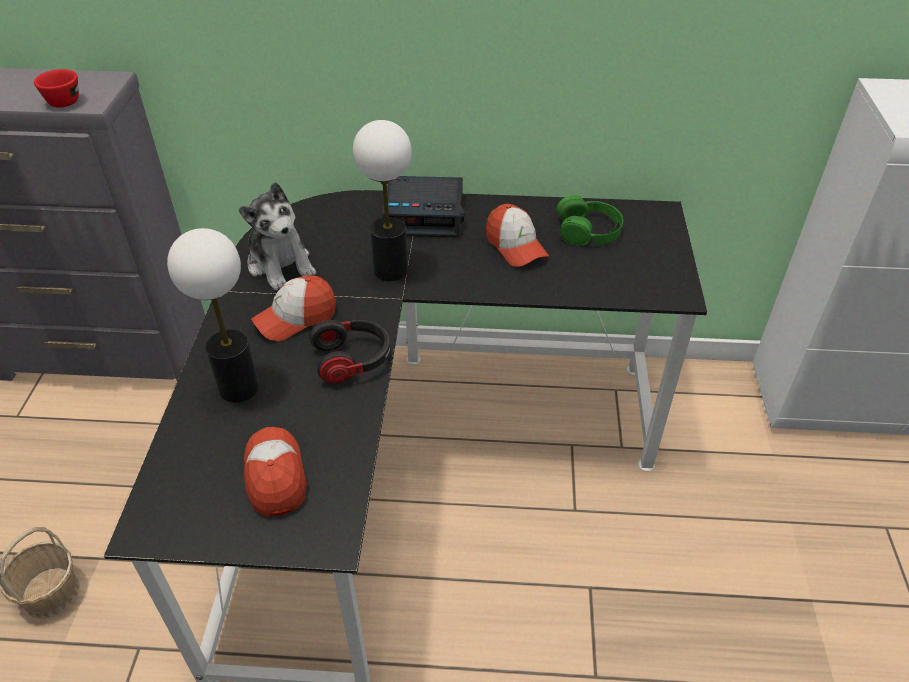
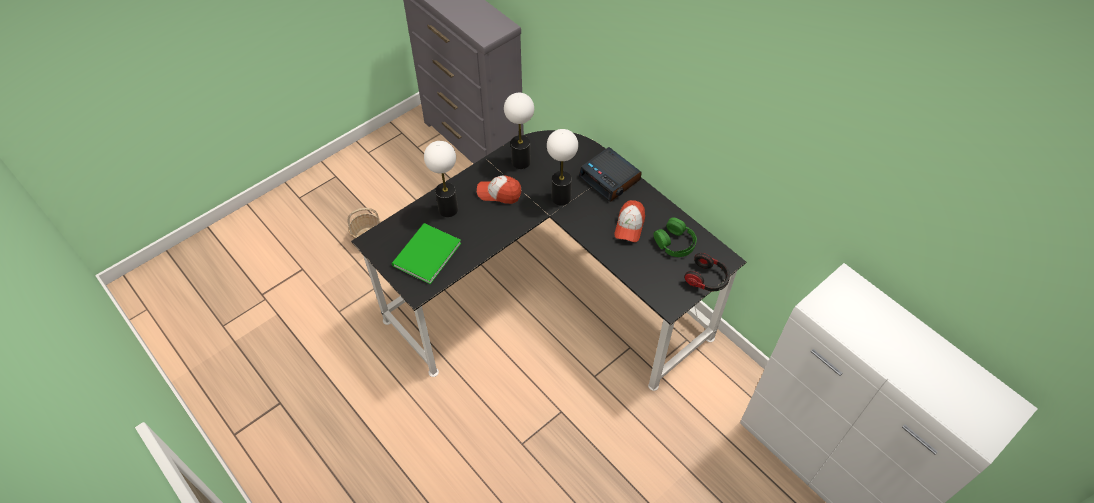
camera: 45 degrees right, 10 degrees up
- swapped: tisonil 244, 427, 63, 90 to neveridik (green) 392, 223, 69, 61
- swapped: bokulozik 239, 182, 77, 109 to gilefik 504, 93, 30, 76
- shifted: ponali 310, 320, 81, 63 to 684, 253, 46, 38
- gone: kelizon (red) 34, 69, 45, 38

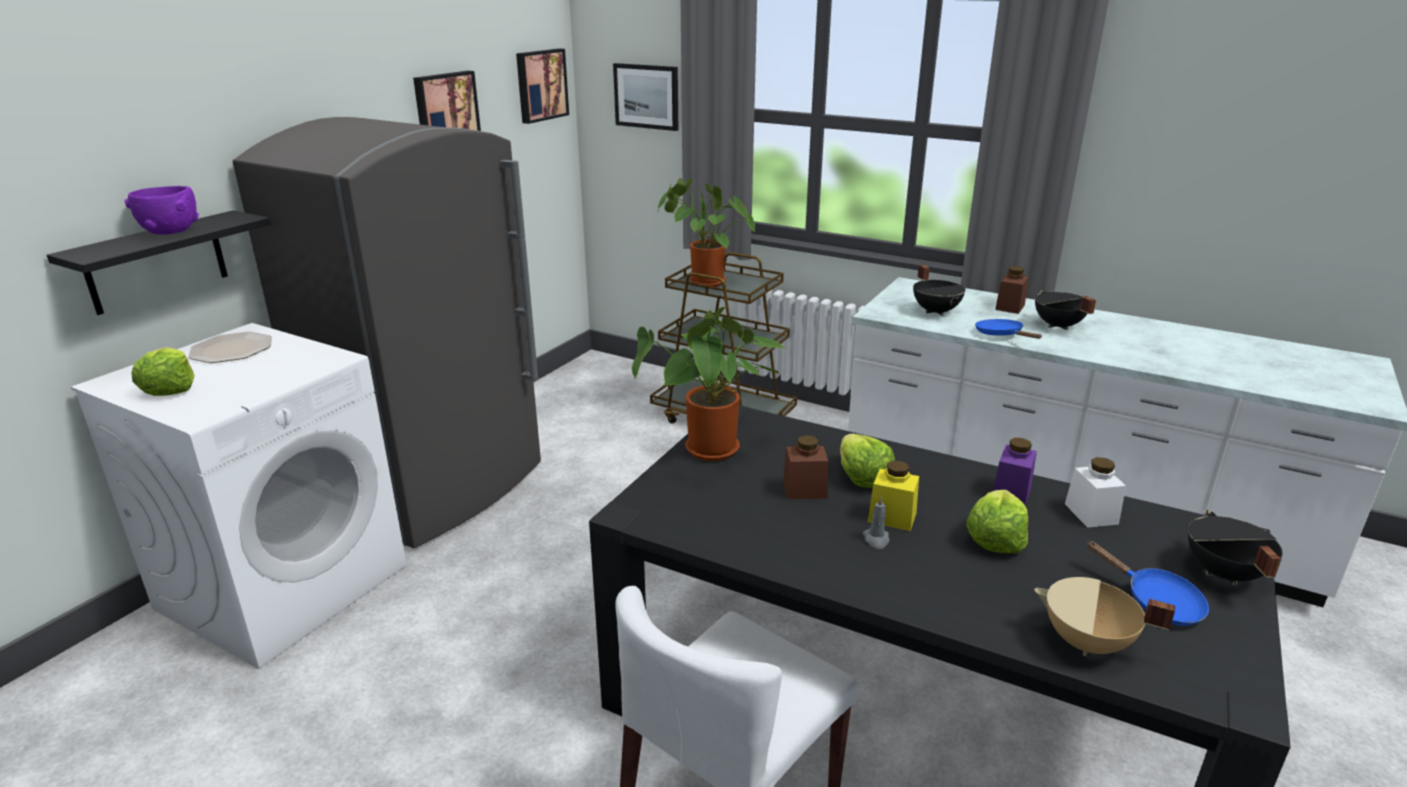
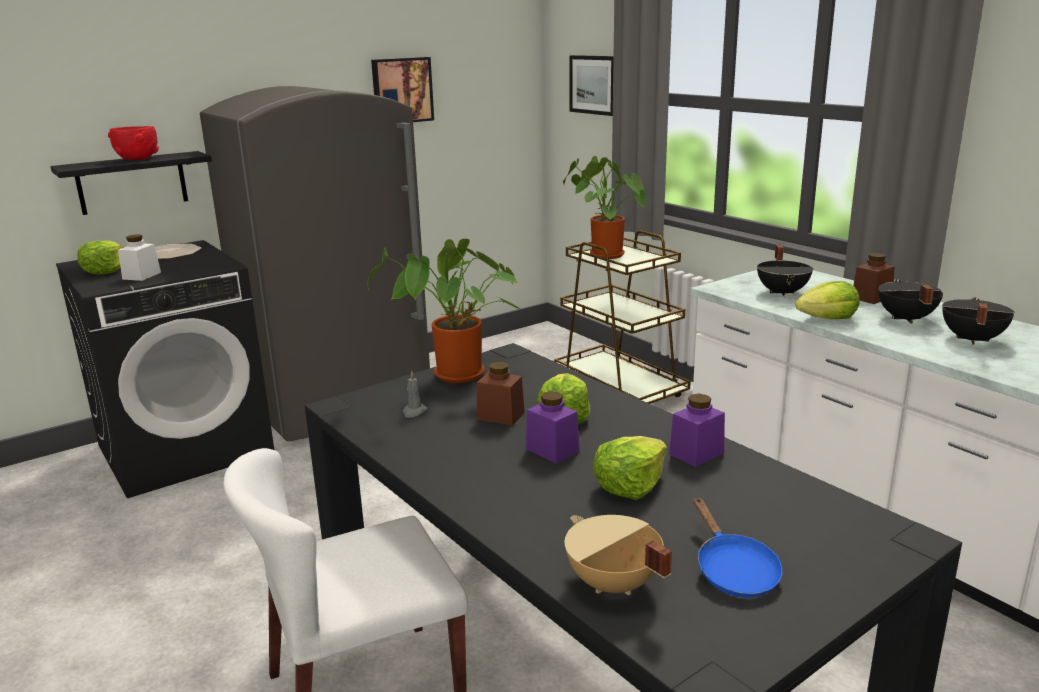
camera: 25 degrees right, 5 degrees down
- repainted: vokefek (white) 71, 323, 336, 346 to vokefek (black) 56, 240, 218, 258
- repainted: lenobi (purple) 125, 186, 74, 49 to lenobi (red) 108, 126, 51, 34
- shifted: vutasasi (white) 1065, 457, 61, 71 to 118, 234, 43, 47
- shifted: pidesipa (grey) 863, 496, 26, 53 to 403, 371, 24, 47
- repainted: vutasasi (yellow) 868, 461, 51, 70 to vutasasi (purple) 526, 391, 54, 72
- swapped: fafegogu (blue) 975, 319, 67, 20 to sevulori 795, 281, 64, 38
- shifted: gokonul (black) 1188, 510, 95, 76 to 942, 297, 73, 48
- gone: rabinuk 516, 48, 53, 76

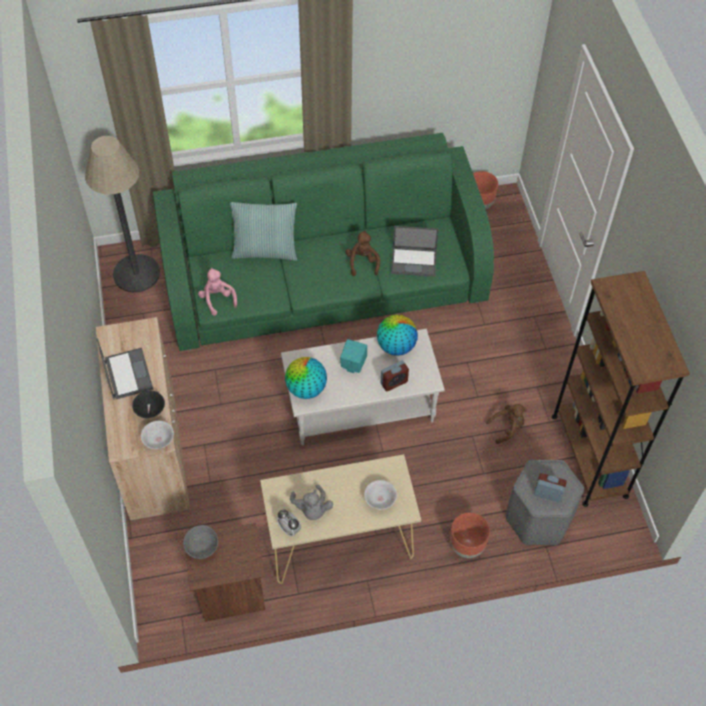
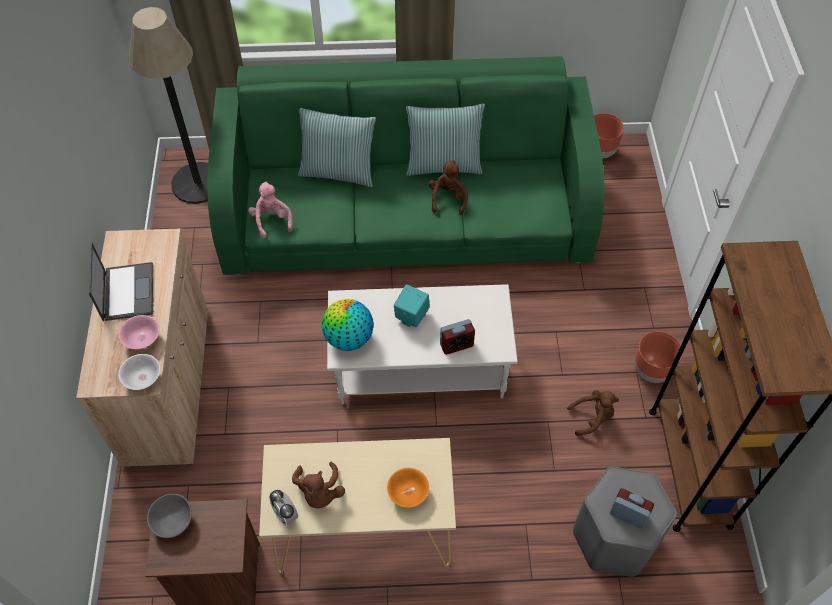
camera: 10 degrees right, 0 degrees up
- repainted: lenobi (black) 132, 391, 33, 27 to lenobi (pink) 119, 315, 41, 34
- repainted: bokulozik (grey) 290, 484, 43, 36 to bokulozik (brown) 292, 462, 53, 46
- repainted: lenobi (white) 364, 480, 33, 30 to lenobi (orange) 387, 468, 42, 40
- new: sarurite 406, 103, 79, 73
- shifted: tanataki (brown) 450, 513, 40, 45 to 634, 331, 48, 52
- gone: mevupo 377, 315, 41, 41
- gone: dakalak 391, 226, 48, 51

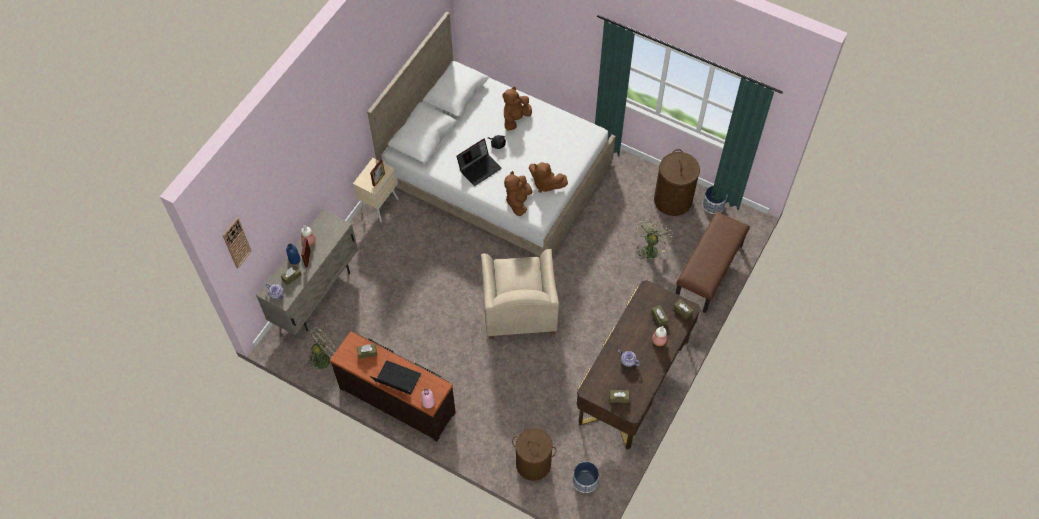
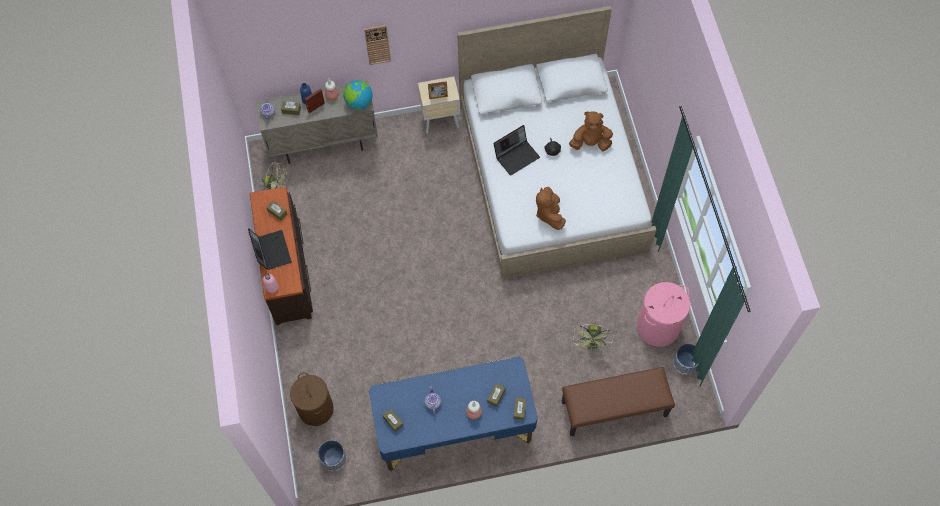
camera: 50 degrees right, 5 degrees up
- new: mevupo 343, 80, 30, 30
- shifted: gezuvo 222, 217, 29, 51 to 364, 25, 27, 40
- repainted: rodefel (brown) 577, 280, 124, 170 to rodefel (blue) 369, 357, 169, 115
- rotated: dakalak 456, 138, 46, 48 = 493, 125, 47, 51 45 degrees counterclockwise
- rotated: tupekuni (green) 636, 220, 37, 42 = 573, 323, 41, 30 120 degrees clockwise
- repainted: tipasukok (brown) 654, 149, 46, 67 to tipasukok (pink) 637, 282, 53, 65
- gone: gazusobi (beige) 481, 249, 78, 90
- gone: bokulozik (brown) 504, 171, 29, 45

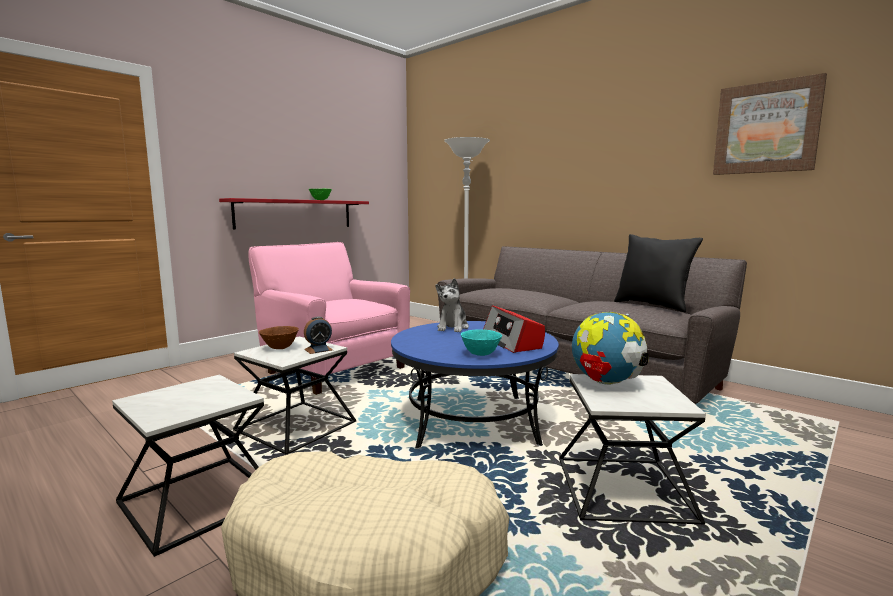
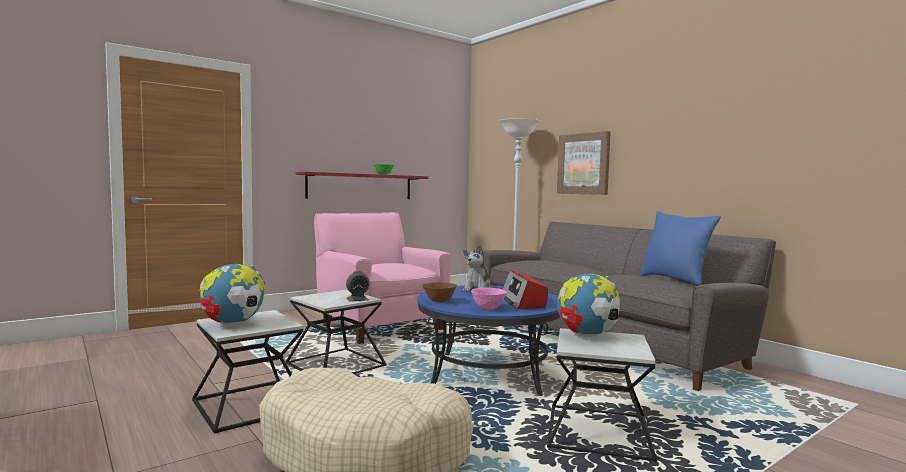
camera: 10 degrees right, 5 degrees down
- new: mevupo 199, 264, 67, 61
- shifted: lenobi (brown) 259, 326, 40, 23 to 422, 282, 35, 21
- repainted: lenobi (turquoise) 461, 330, 41, 26 to lenobi (pink) 471, 288, 36, 21
- shifted: rabinuk 713, 73, 114, 102 to 557, 131, 54, 64
- repainted: sarurite (black) 614, 234, 89, 78 to sarurite (blue) 640, 211, 81, 75

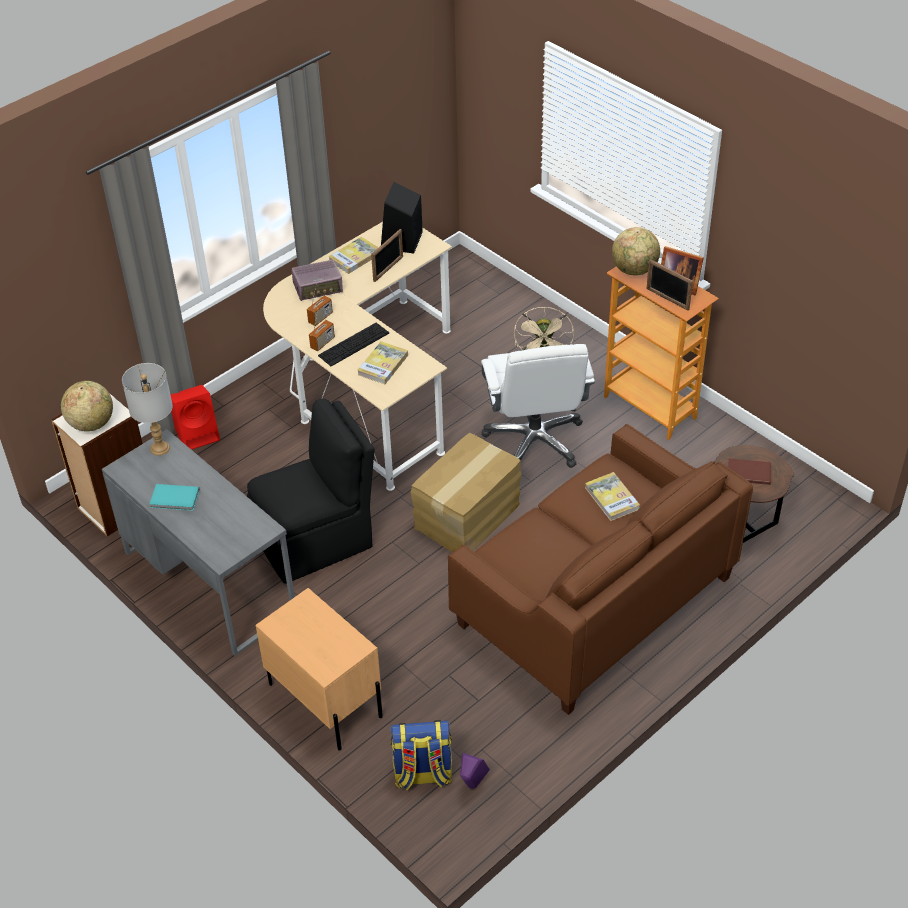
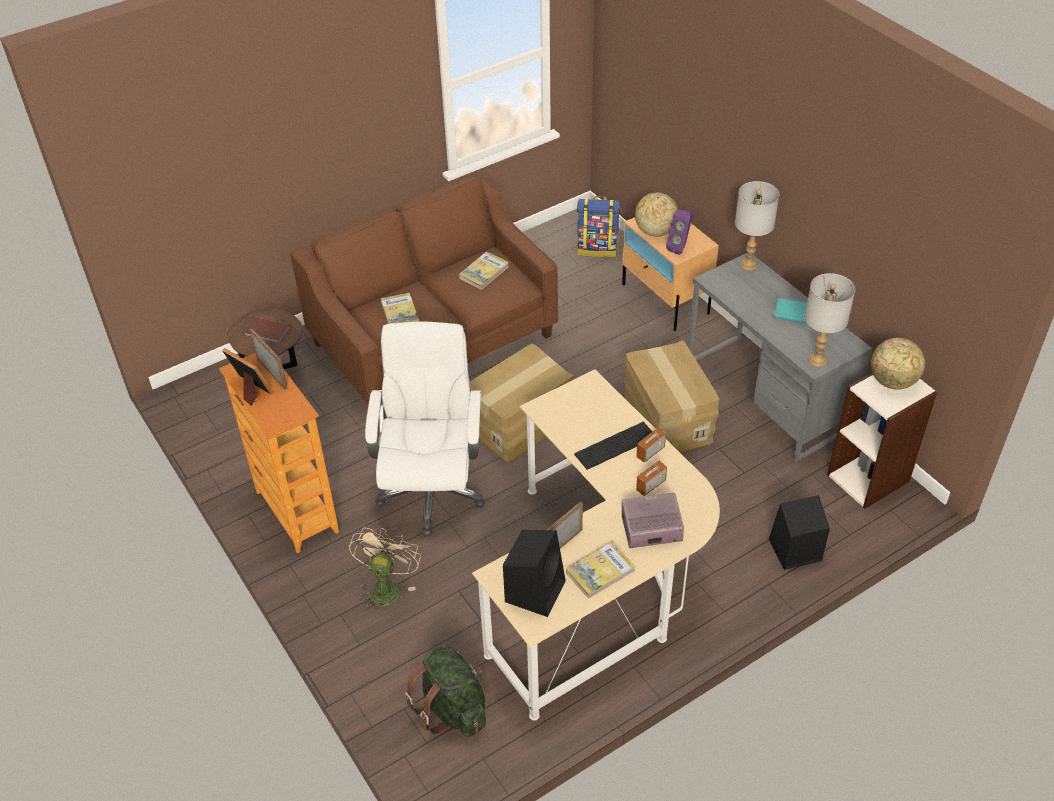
camera: 170 degrees left, 0 degrees up
- new: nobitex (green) 405, 645, 81, 92
- shifted: neveridik 357, 341, 51, 43 to 459, 252, 50, 38
- swapped: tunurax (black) 247, 398, 128, 186 to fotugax 623, 340, 96, 112
- shifted: mevupo 612, 227, 48, 49 to 635, 192, 43, 45
- shifted: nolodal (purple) 460, 753, 30, 36 to 666, 210, 27, 45
- new: gilefik (grey) 735, 181, 44, 90
- repainted: nolodal (red) 170, 385, 50, 65 to nolodal (black) 769, 495, 61, 75

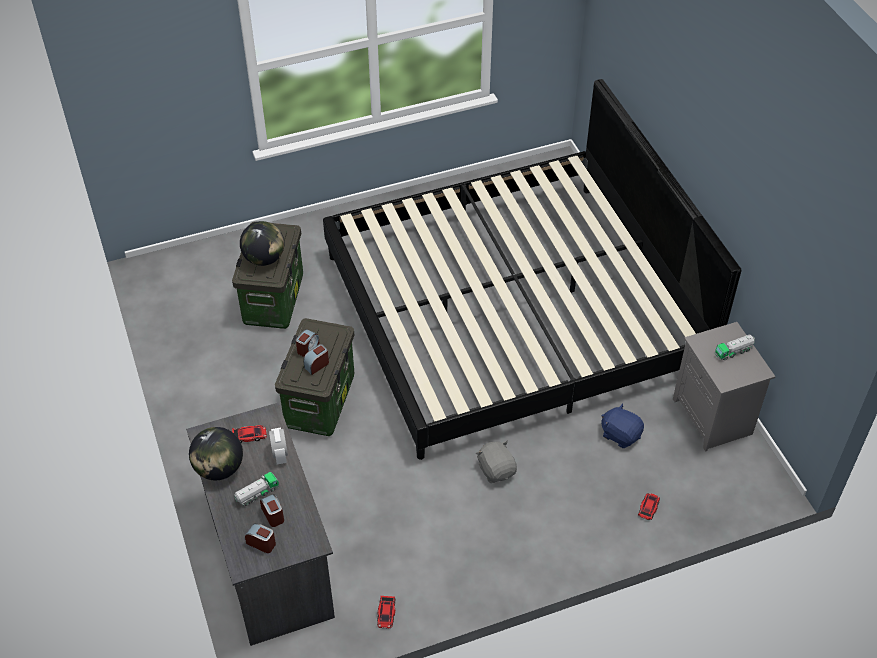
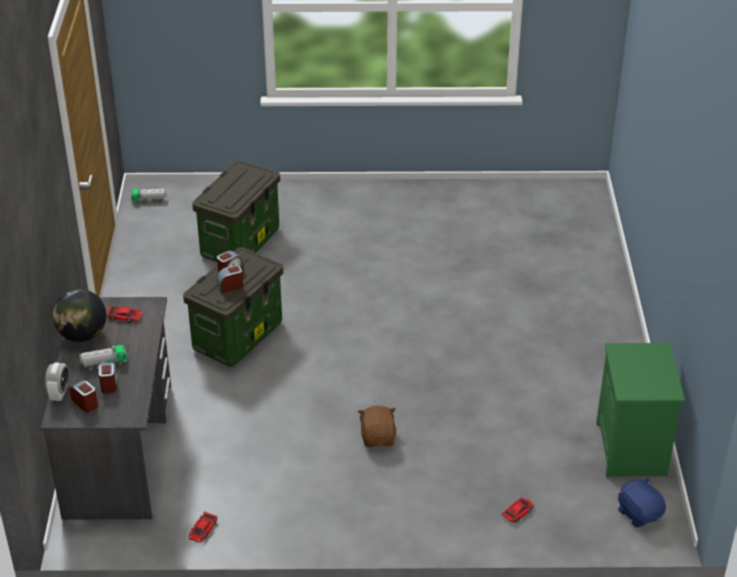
camera: 20 degrees right, 10 degrees down
- shifted: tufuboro 269, 428, 19, 36 to 45, 363, 24, 38
- shifted: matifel 715, 334, 40, 26 to 131, 189, 36, 15
- repainted: bokulozik (grey) 476, 441, 41, 42 to bokulozik (brown) 358, 405, 38, 42
- repainted: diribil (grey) 673, 322, 103, 130 to diribil (green) 596, 343, 89, 135
- shifted: bokulozik (blue) 601, 403, 43, 45 to 618, 478, 48, 49
- gone: mevupo 240, 221, 44, 45
- gone: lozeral 323, 79, 418, 381

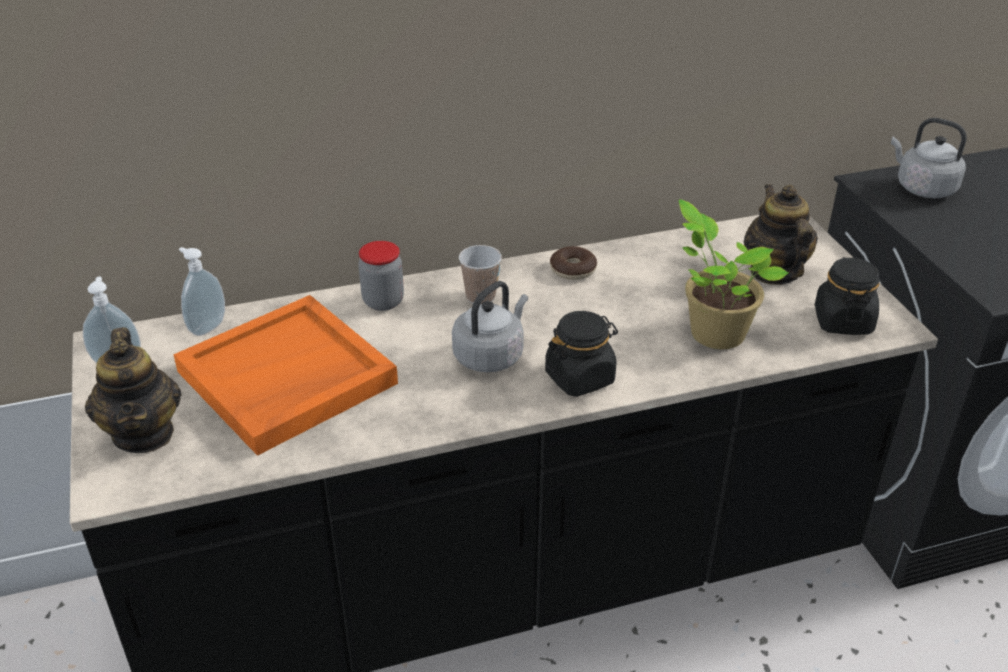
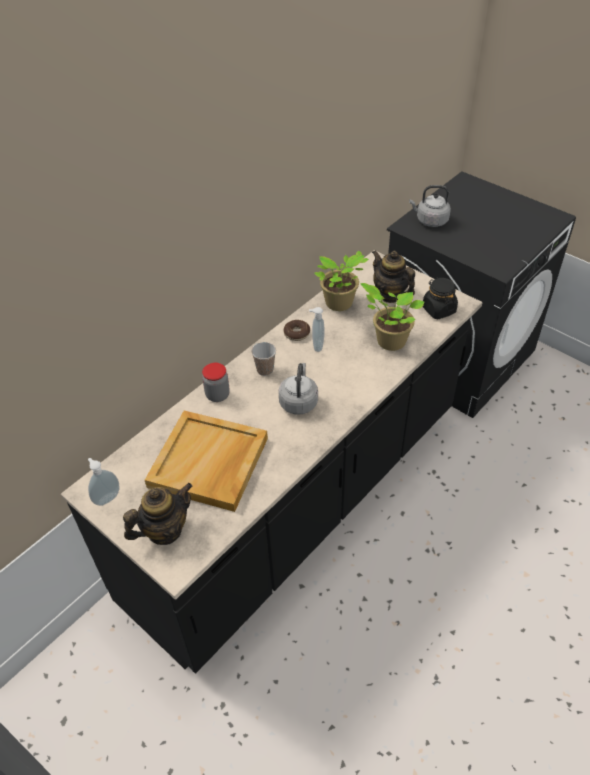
camera: 30 degrees left, 10 degrees up
- rotated: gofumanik 85, 327, 96, 126 = 123, 483, 70, 62 75 degrees counterclockwise
- repainted: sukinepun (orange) 173, 295, 225, 161 to sukinepun (beige) 145, 411, 123, 101
- shifted: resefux 179, 247, 46, 89 to 309, 307, 16, 45
- new: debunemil 314, 251, 55, 60
- gone: vutasasi (black) 545, 311, 73, 86

